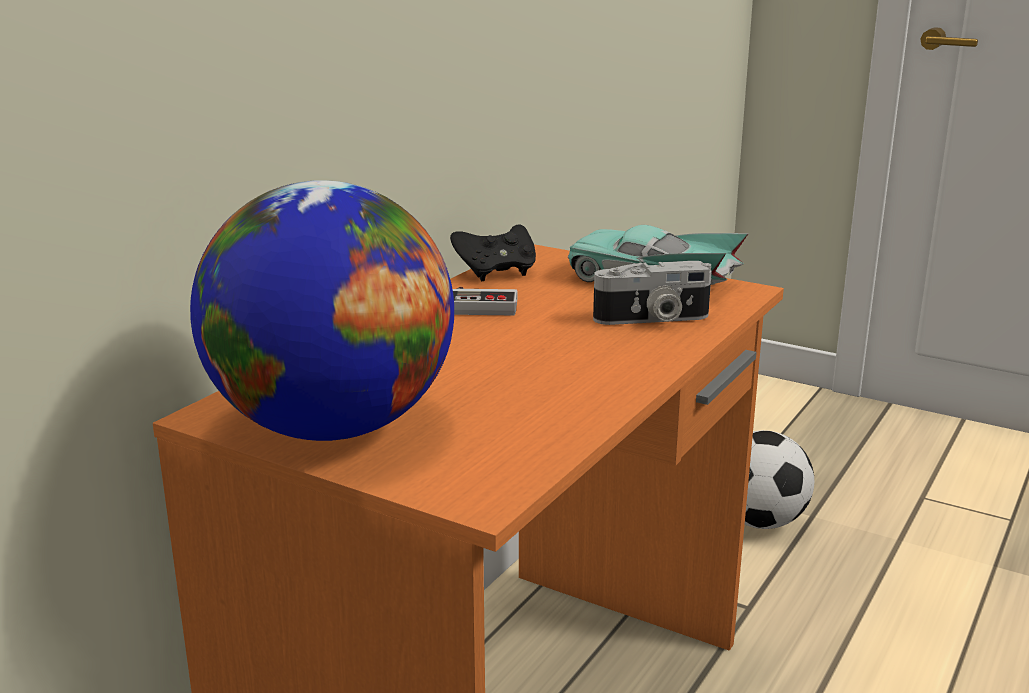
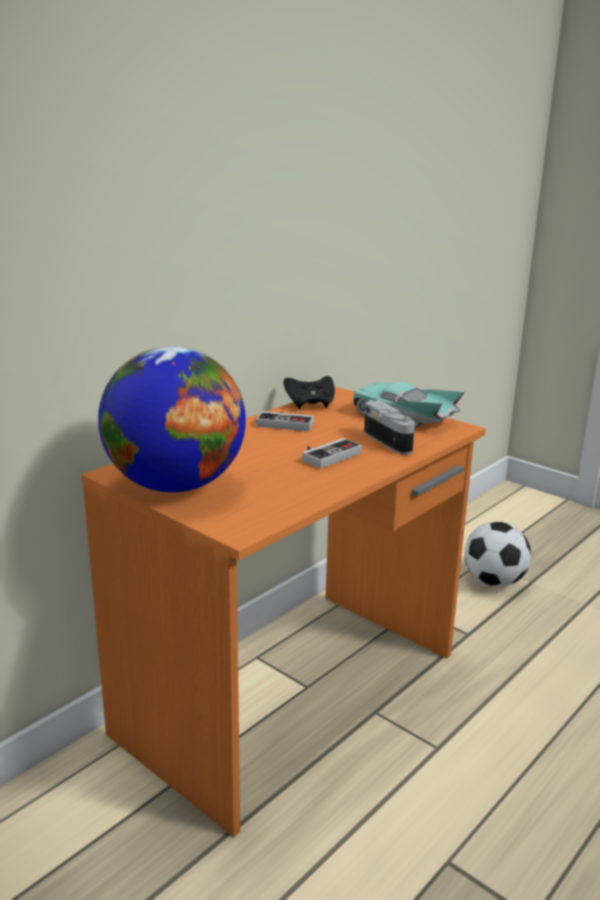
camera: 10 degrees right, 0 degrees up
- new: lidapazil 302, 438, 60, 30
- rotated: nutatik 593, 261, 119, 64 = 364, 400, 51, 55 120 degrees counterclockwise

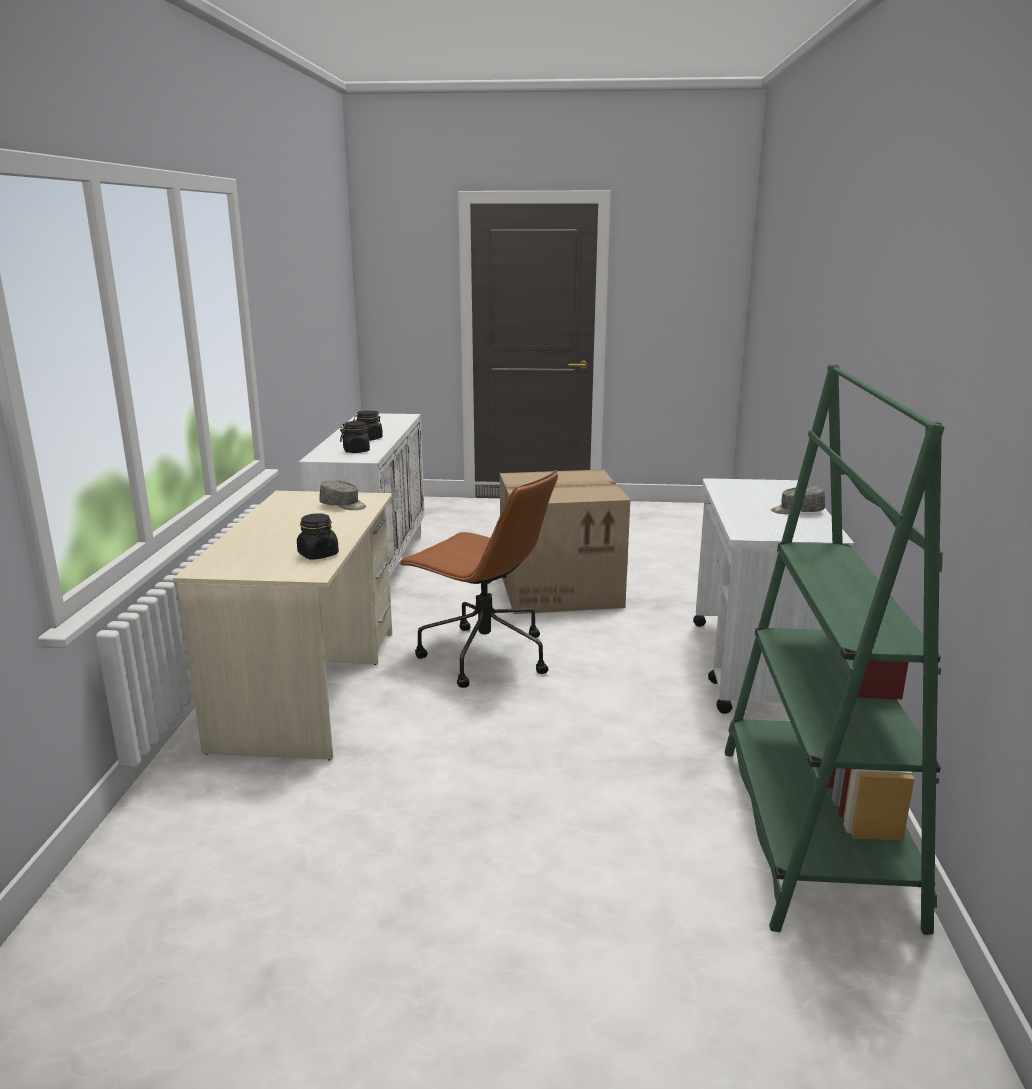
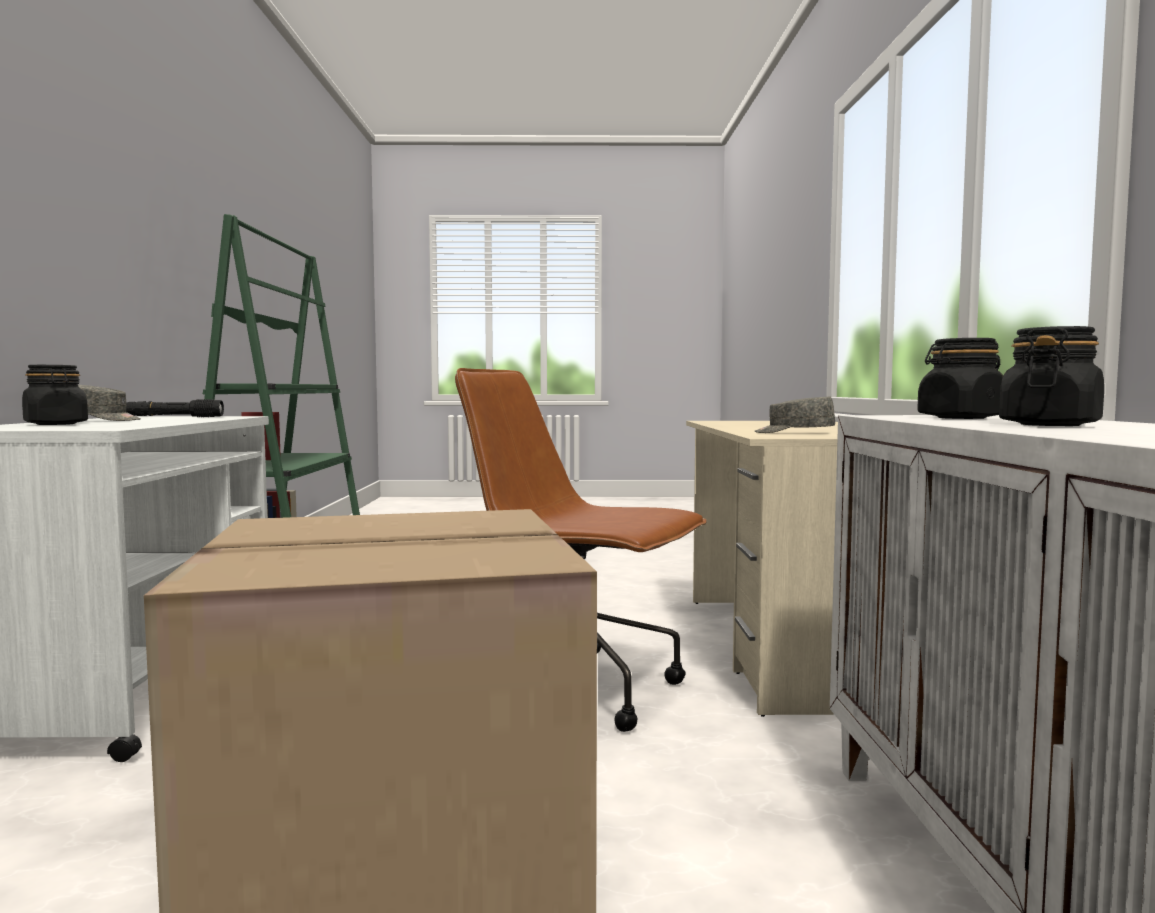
camera: 175 degrees right, 15 degrees down
- shifted: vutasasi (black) 297, 513, 42, 47 to 22, 365, 66, 60
- new: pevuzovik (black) 126, 399, 98, 18

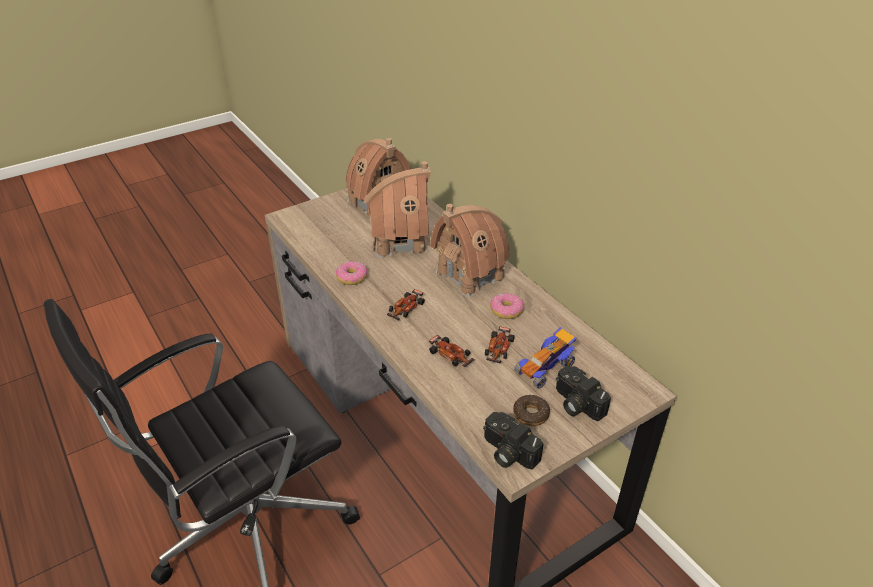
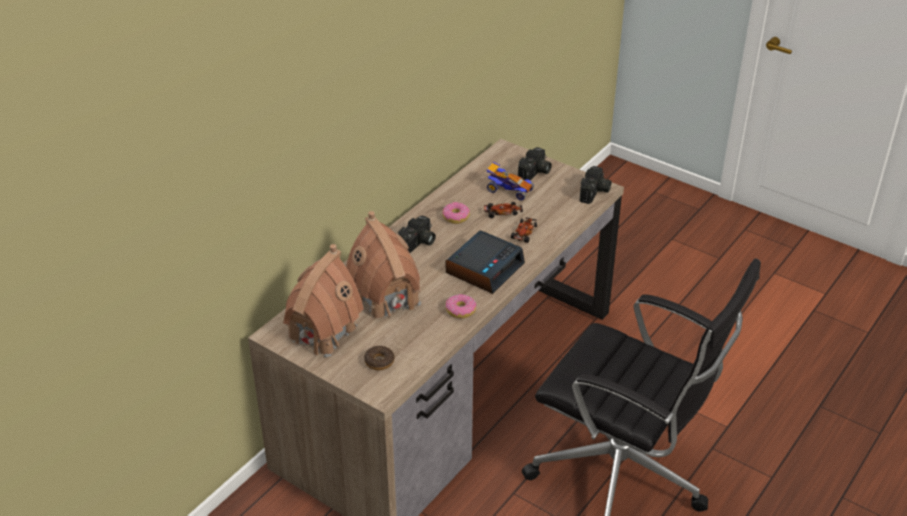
camera: 110 degrees left, 0 degrees up
- shifted: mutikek 513, 395, 37, 31 to 364, 346, 30, 24
- swapped: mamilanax 430, 204, 80, 94 to nutatik 398, 215, 38, 38
- swapped: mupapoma 387, 289, 38, 31 to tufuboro 446, 230, 79, 64

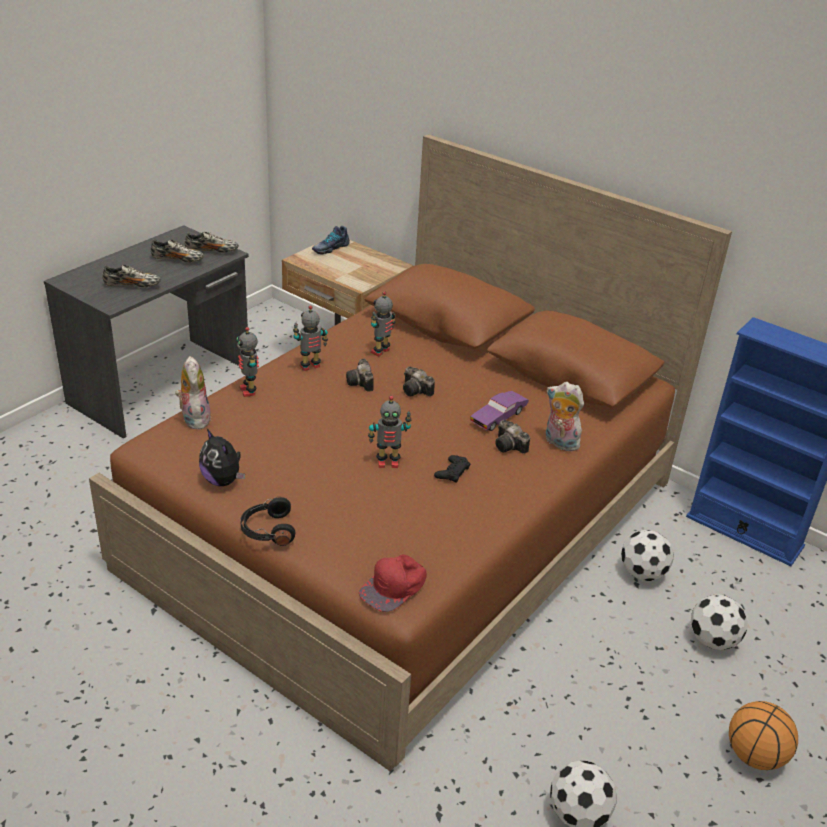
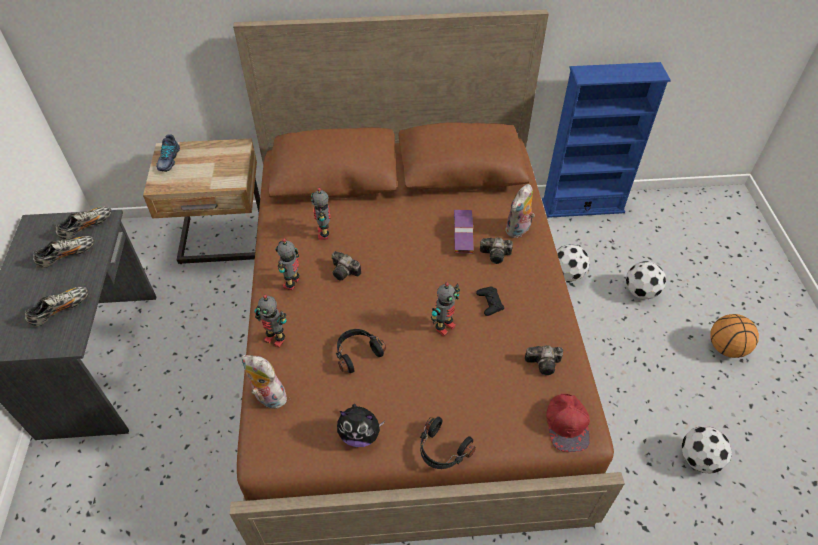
camera: 40 degrees left, 15 degrees up
- new: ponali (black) 336, 329, 50, 44
- rotated: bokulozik 546, 382, 38, 69 = 505, 184, 30, 54 45 degrees counterclockwise
- shifted: nutatik 403, 367, 32, 29 to 525, 345, 38, 30

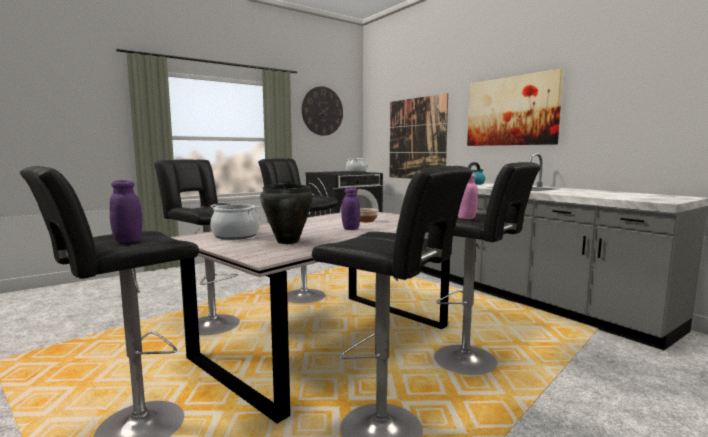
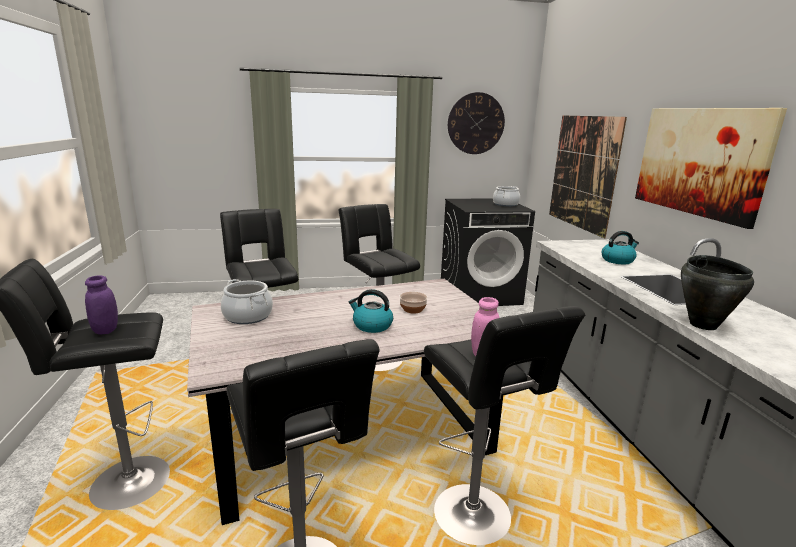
camera: 25 degrees right, 10 degrees up
- swapped: vutasasi (purple) 341, 188, 19, 42 to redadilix 349, 289, 44, 44
- shifted: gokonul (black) 260, 183, 53, 61 to 681, 255, 73, 75

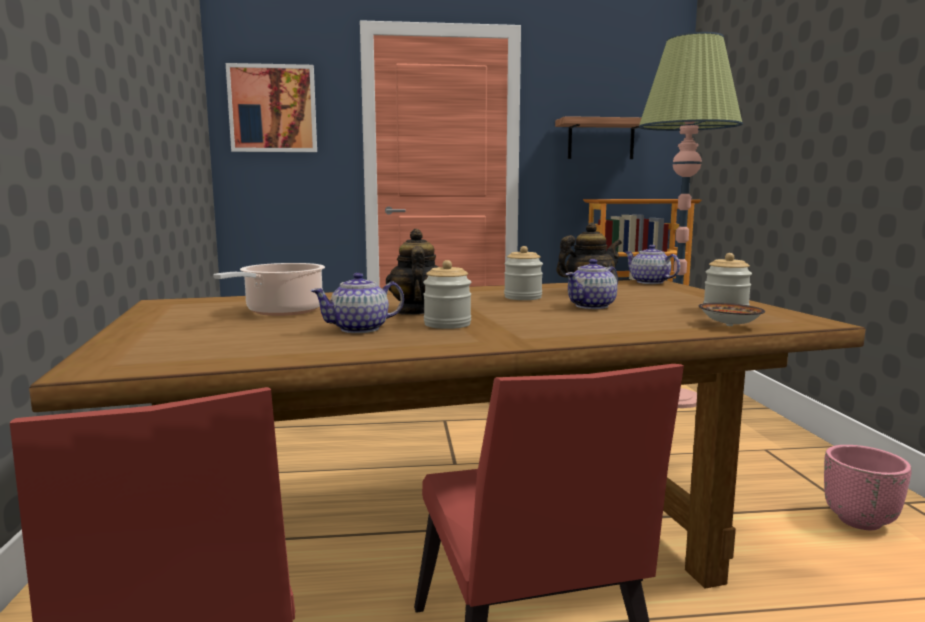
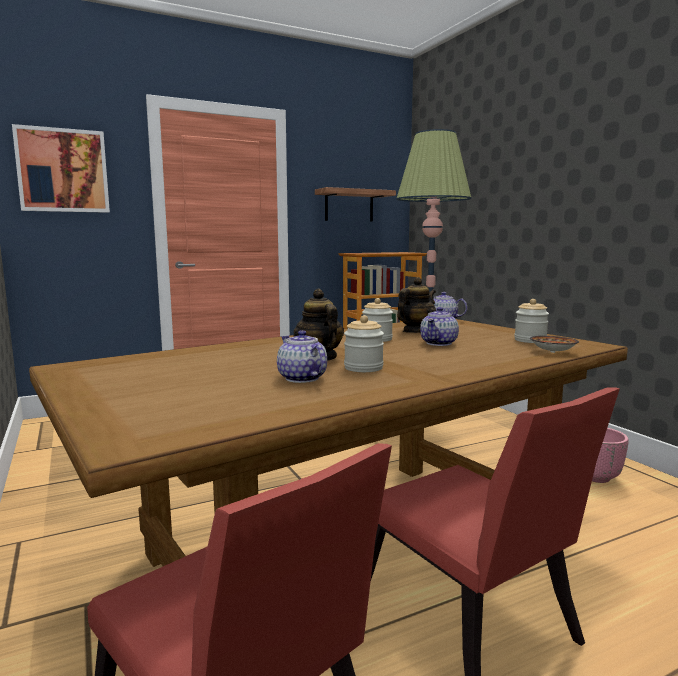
camera: 20 degrees left, 0 degrees up
- rotated: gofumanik 310, 273, 94, 60 = 277, 330, 50, 53 105 degrees clockwise
- gone: gokonul 213, 263, 112, 53

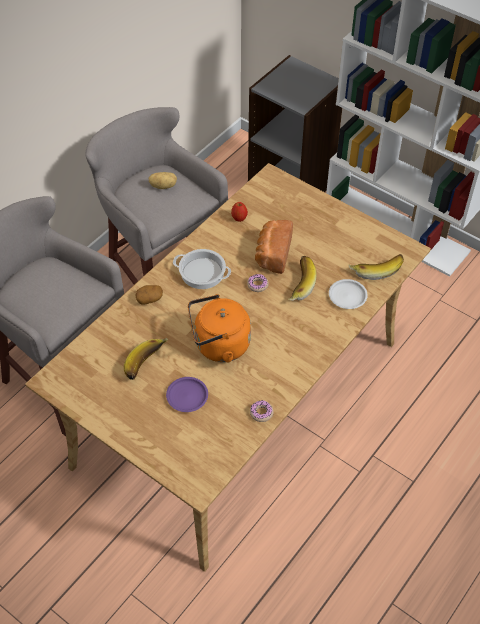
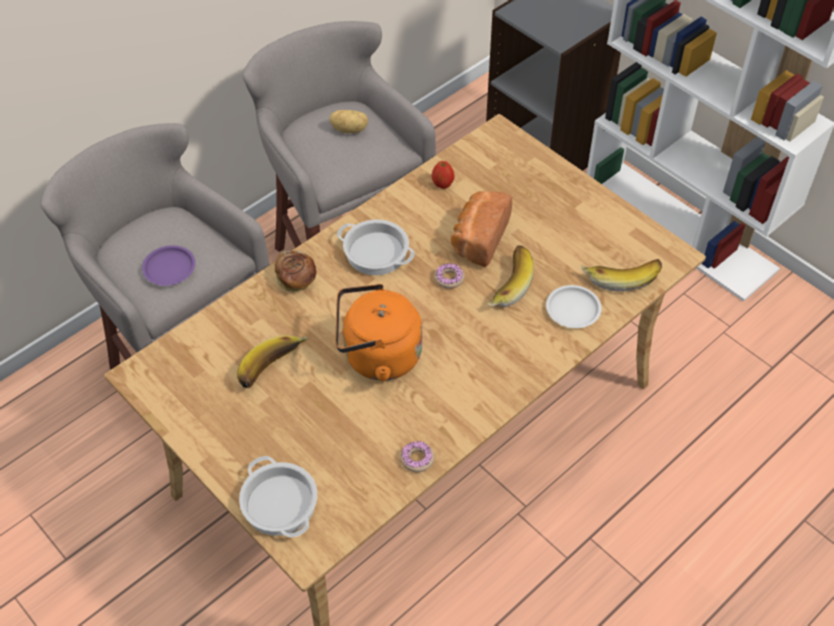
camera: 10 degrees right, 0 degrees up
- shifted: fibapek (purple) 166, 377, 42, 35 to 142, 245, 53, 41
- new: gokonul 239, 456, 78, 81
- swapped: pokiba 136, 285, 27, 20 to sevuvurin 275, 251, 42, 41

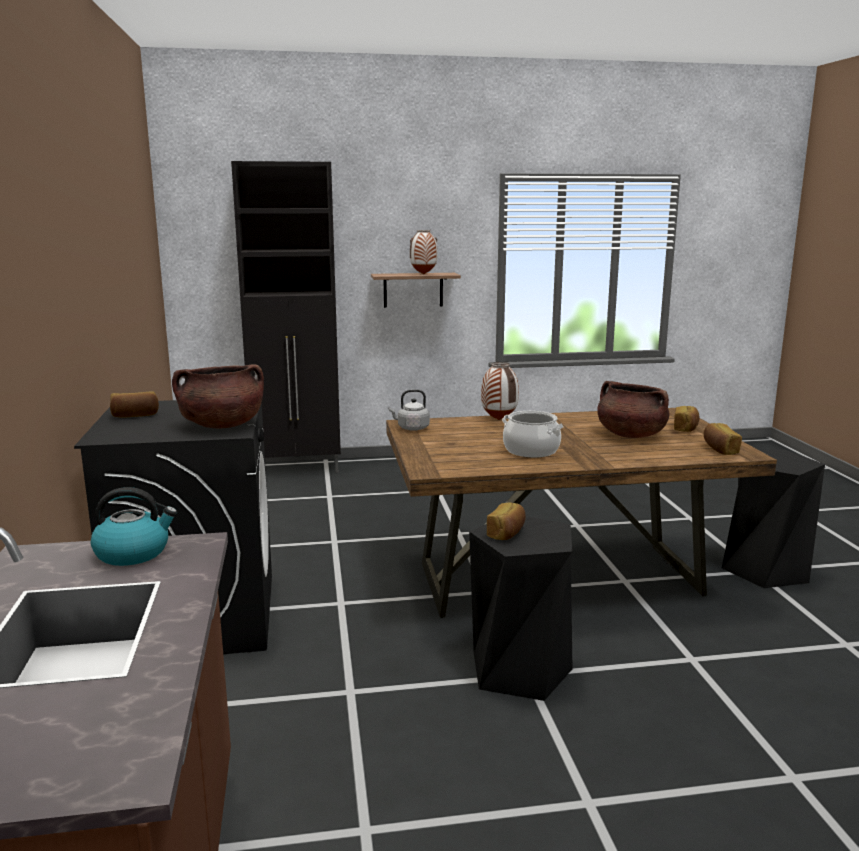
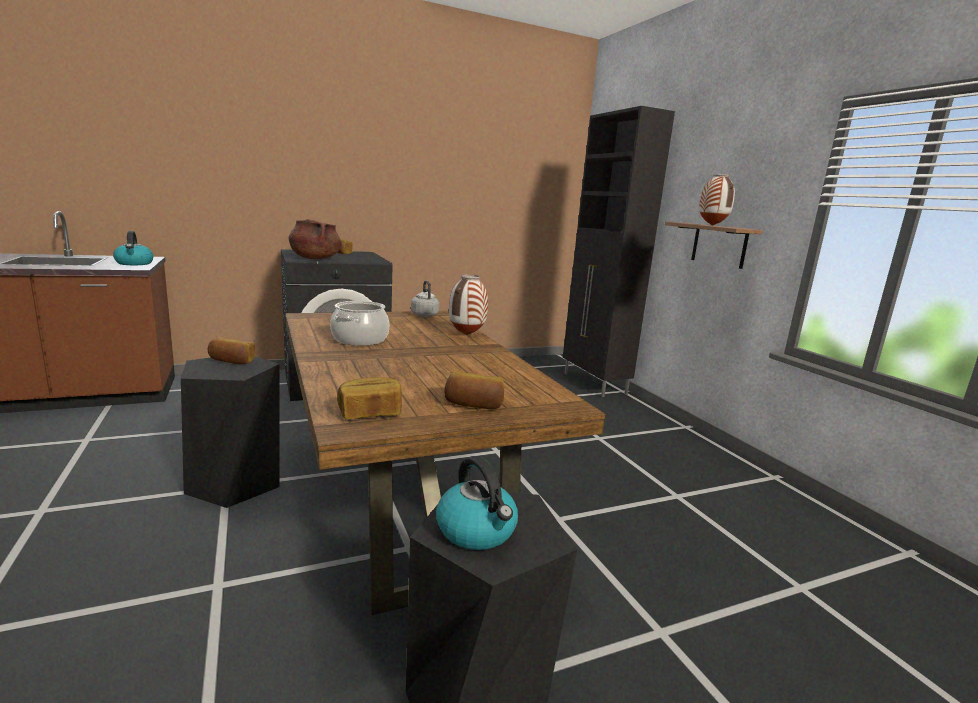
camera: 75 degrees right, 0 degrees up
- new: redadilix 436, 456, 82, 94
- gone: gokonul (brown) 597, 381, 73, 57

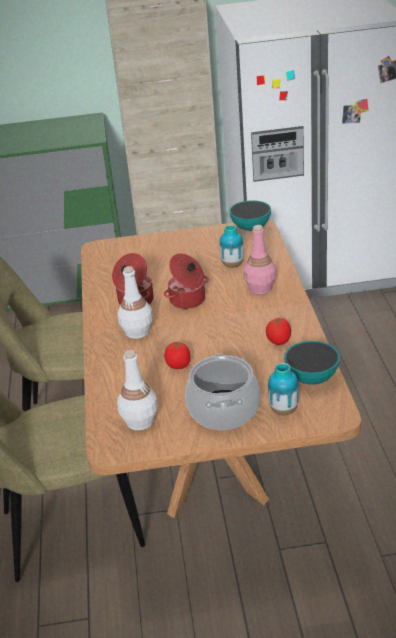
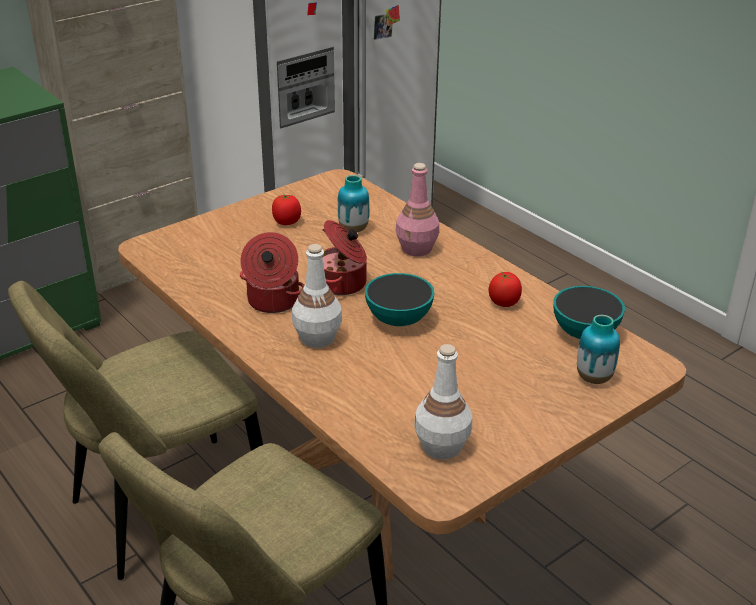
camera: 35 degrees left, 0 degrees up
- shifted: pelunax 164, 341, 26, 28 to 272, 193, 29, 32
- shifted: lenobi 229, 200, 42, 31 to 365, 273, 70, 53
- gone: gokonul 185, 354, 75, 76

